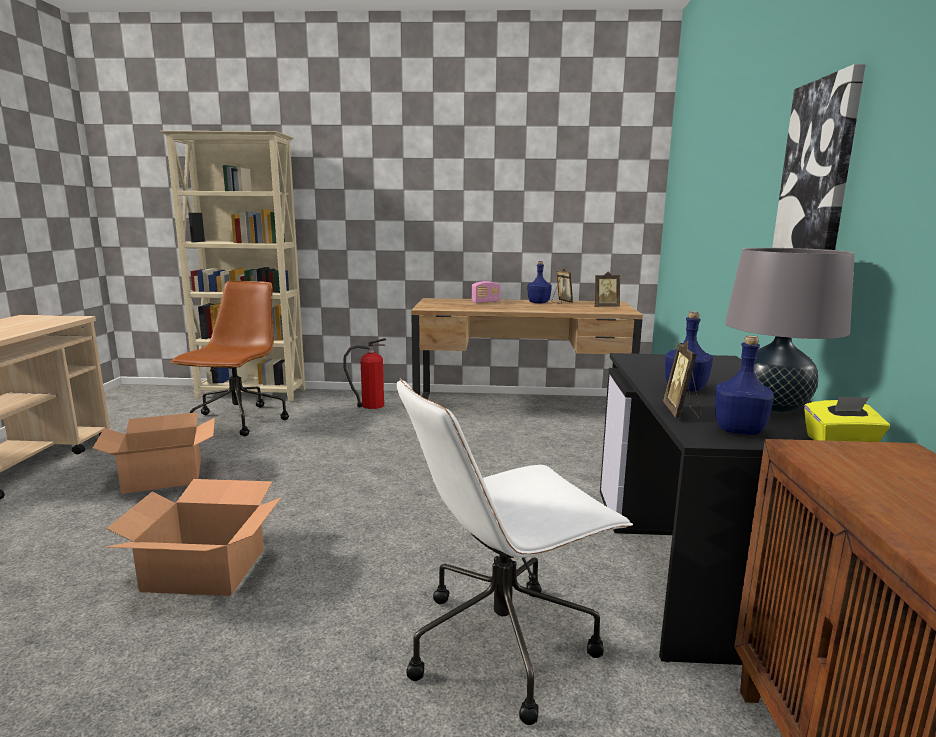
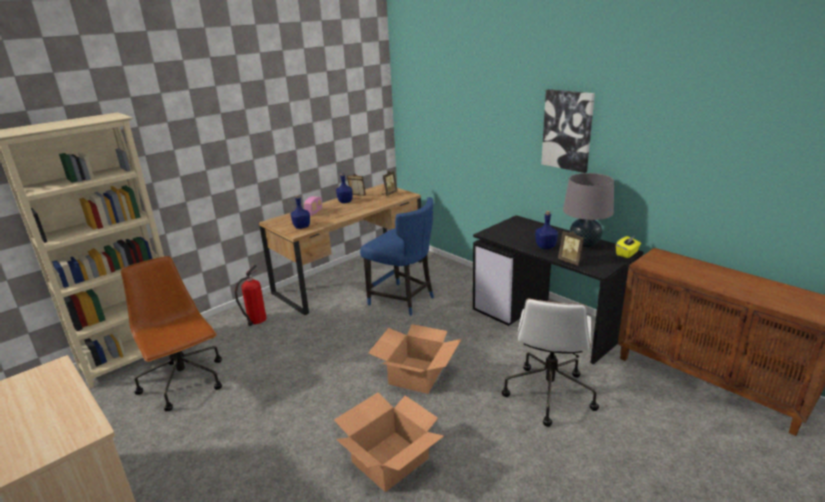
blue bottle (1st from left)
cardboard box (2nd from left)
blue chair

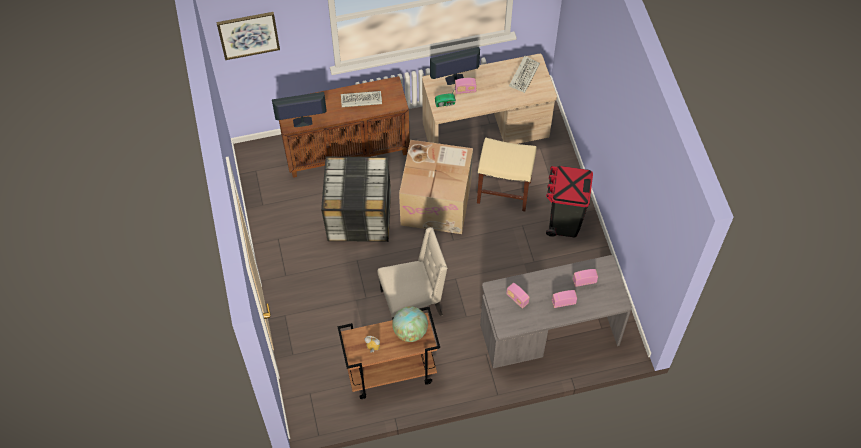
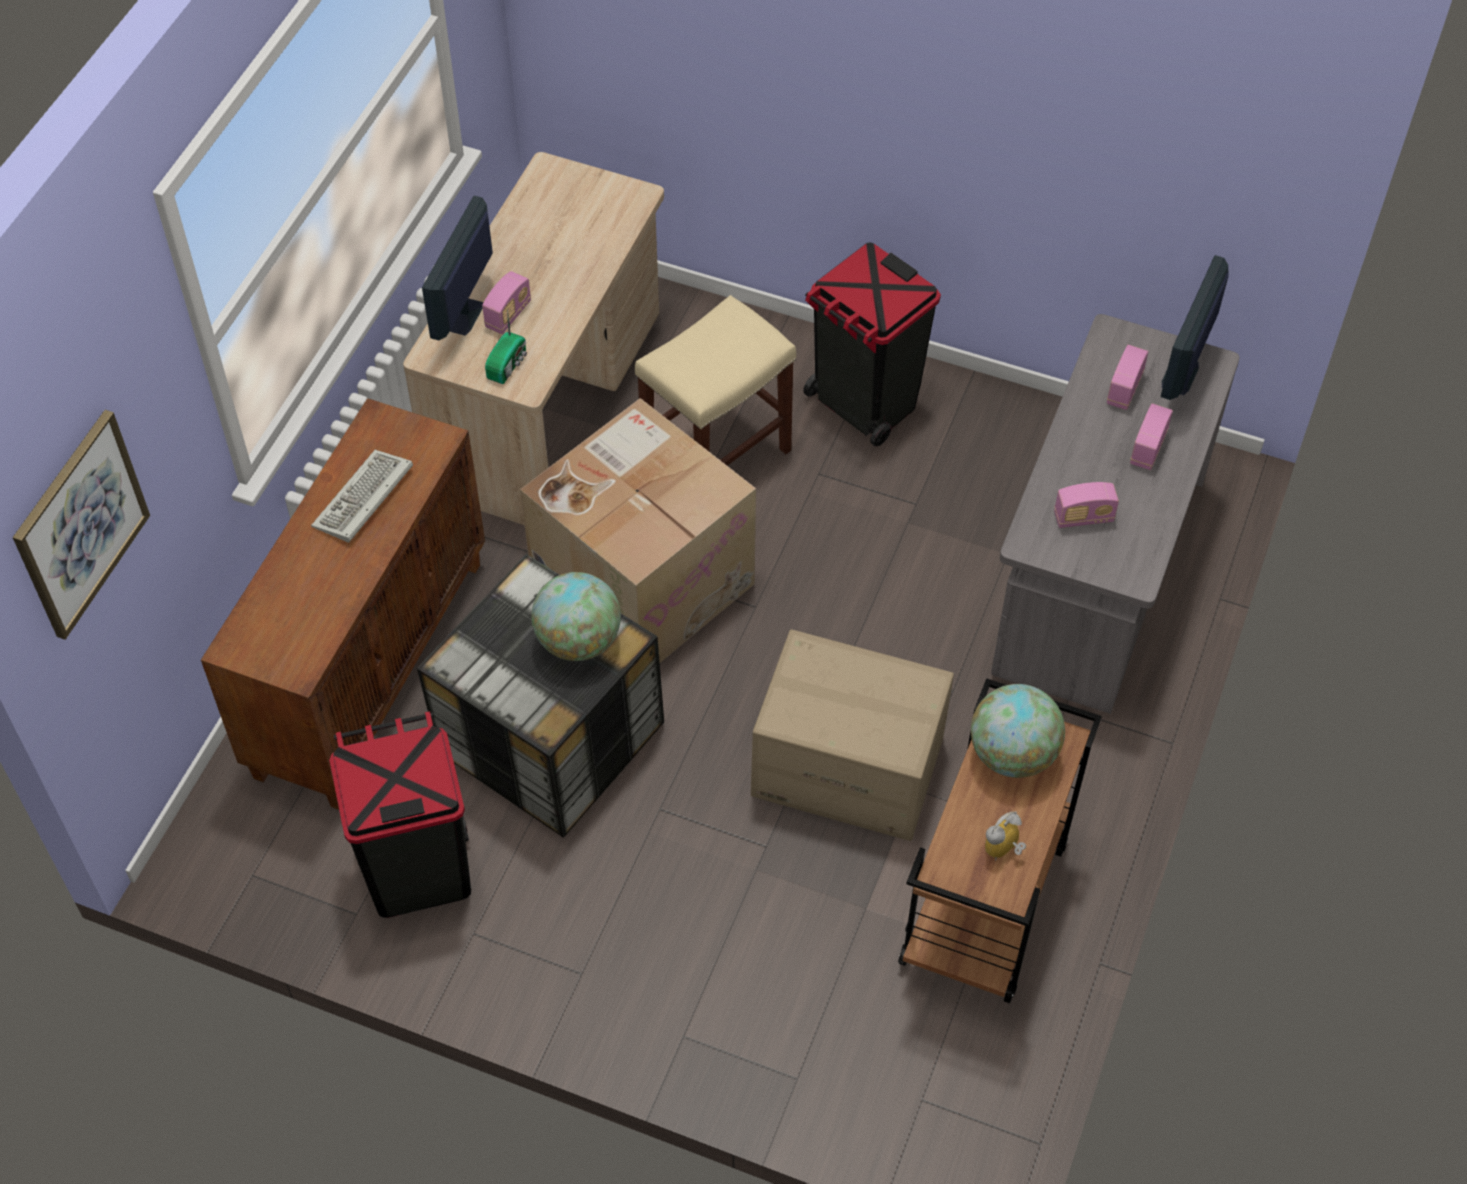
keyboard (2nd from left in the first image)
monitor (2nd from left)
cardboard box (2nd from left)
globe (1st from left)
black trash can (1st from left)

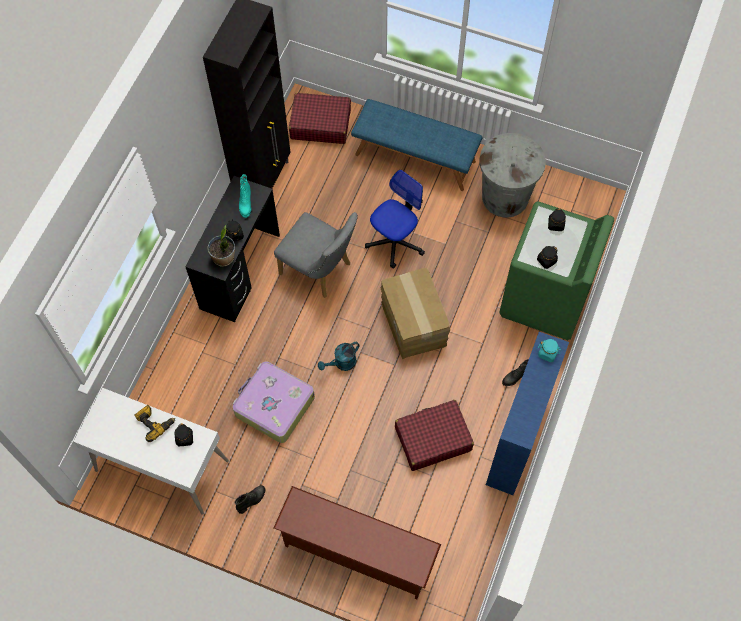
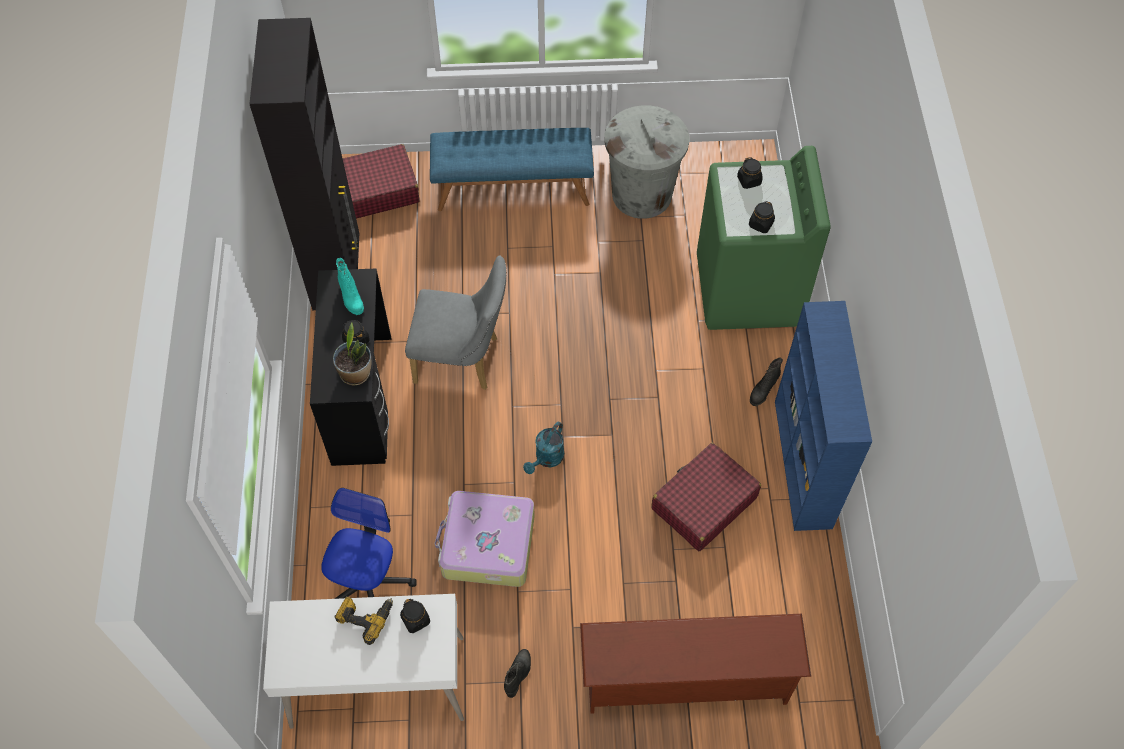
office chair
cardboard box
turquoise jar

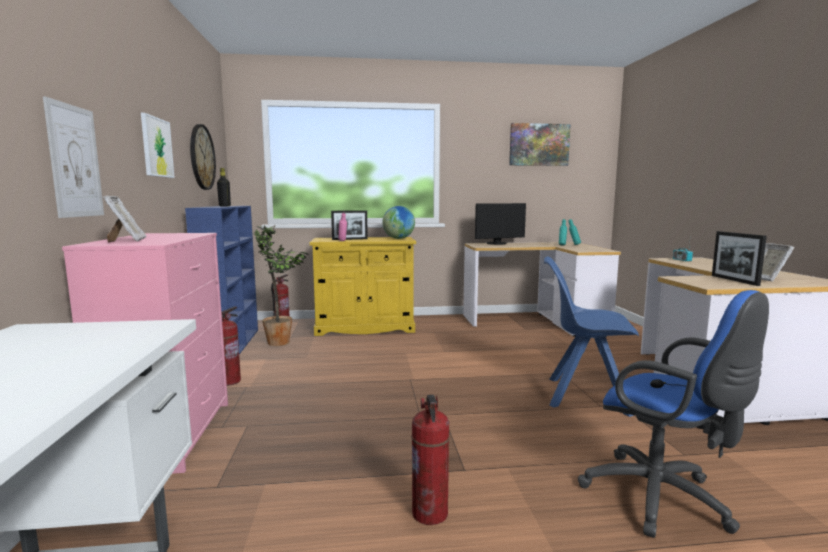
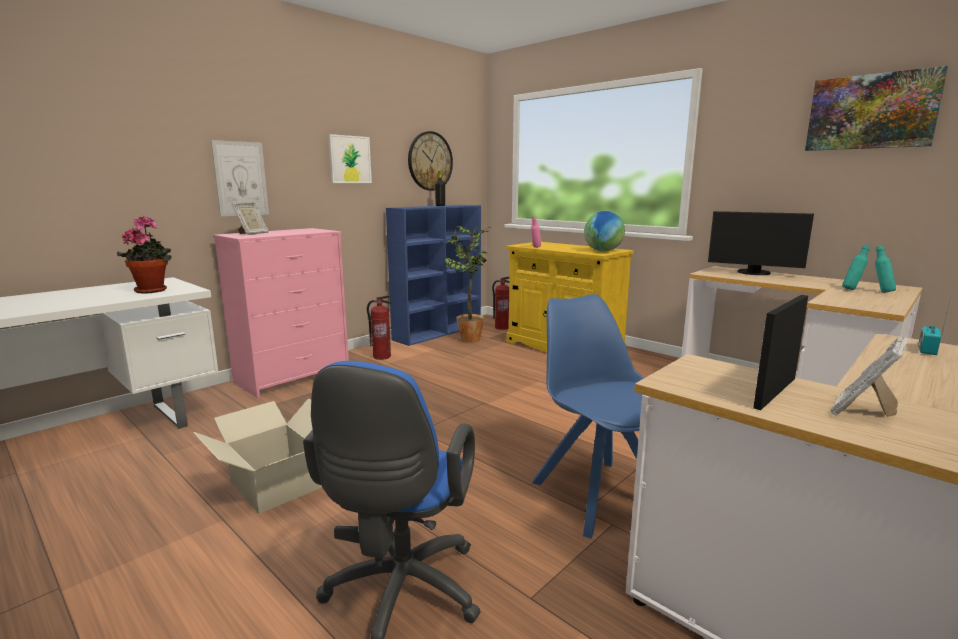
picture frame (2nd from left in the first image)
cardboard box
potted plant (1st from left)

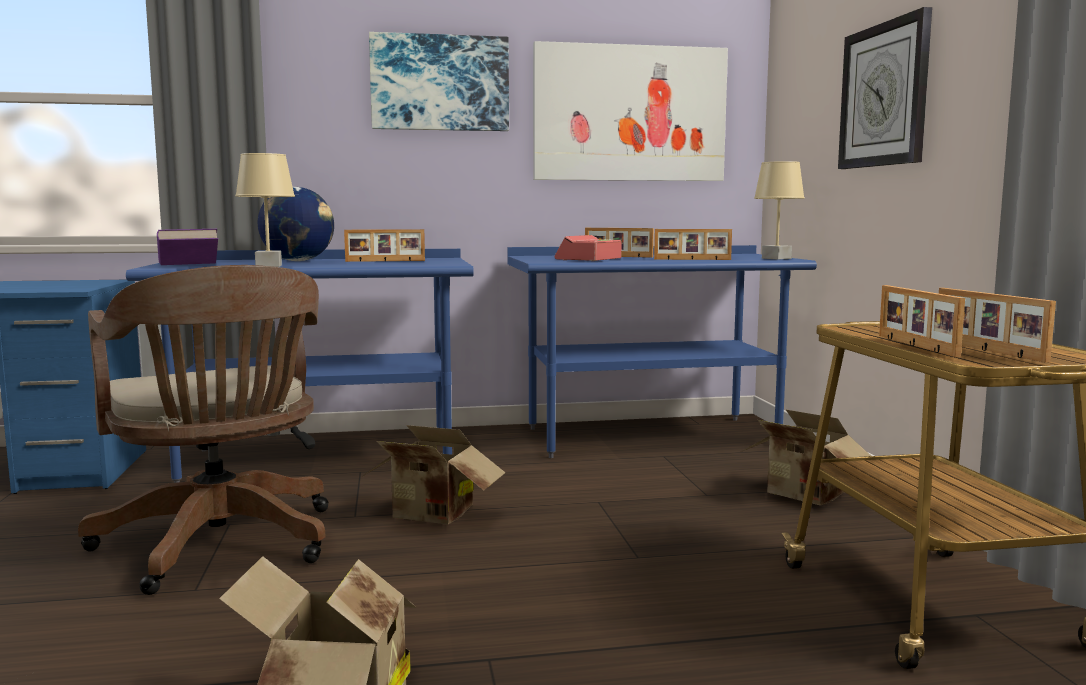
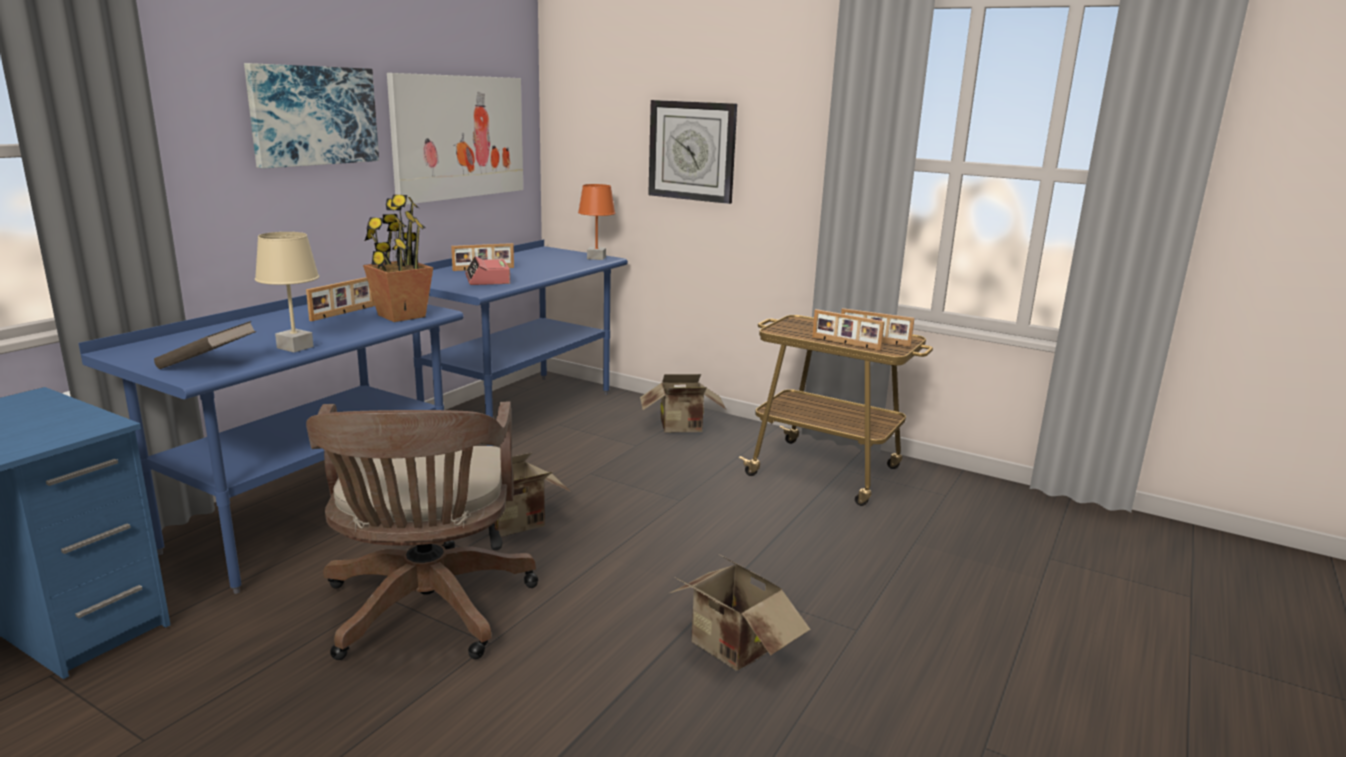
orange table lamp
globe
brown book
picture frame (3rd from left in the first image)
brown office chair
potted plant

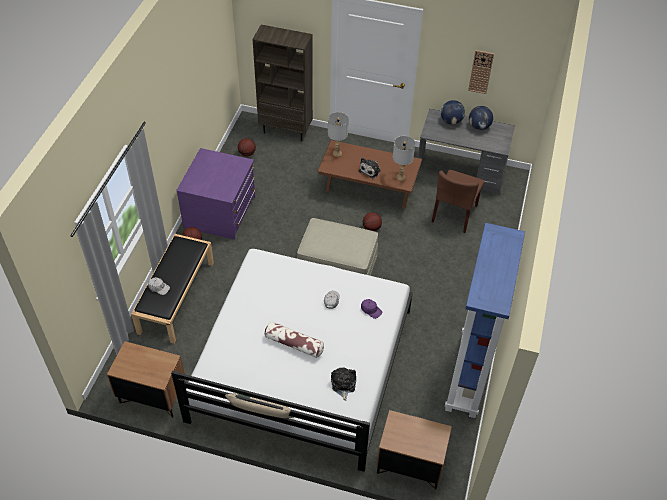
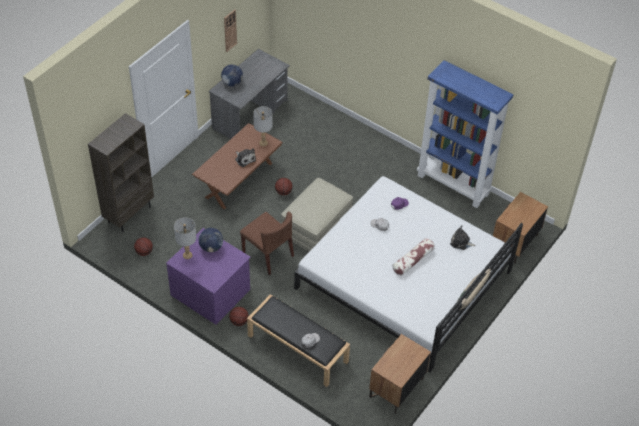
globe (1st from left)
grey table lamp (1st from left)
brown chair

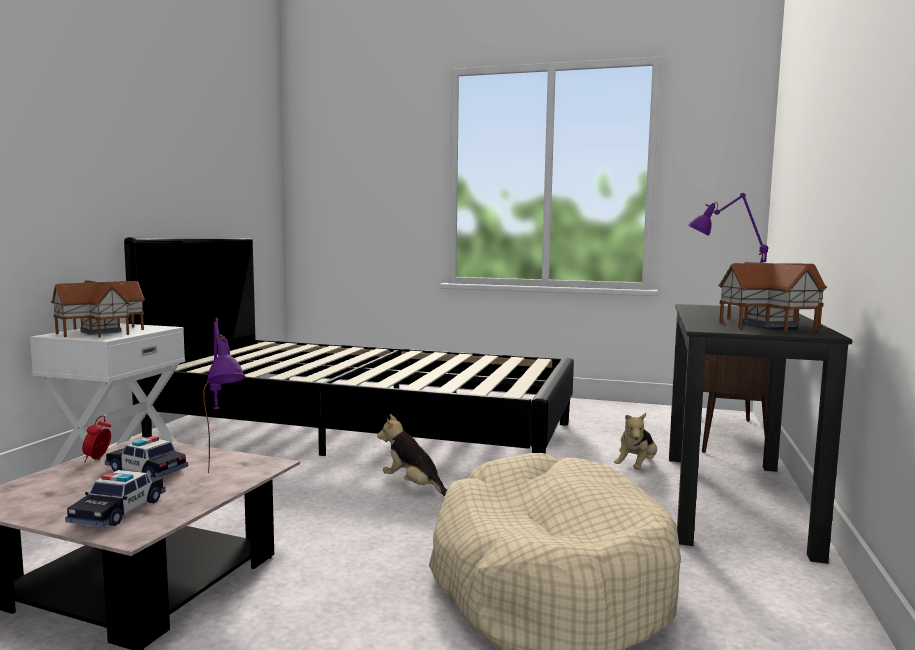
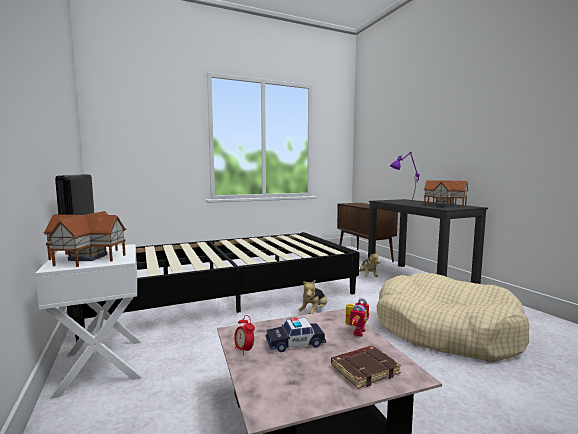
toy robot
plush toy (1st from left)
brown book

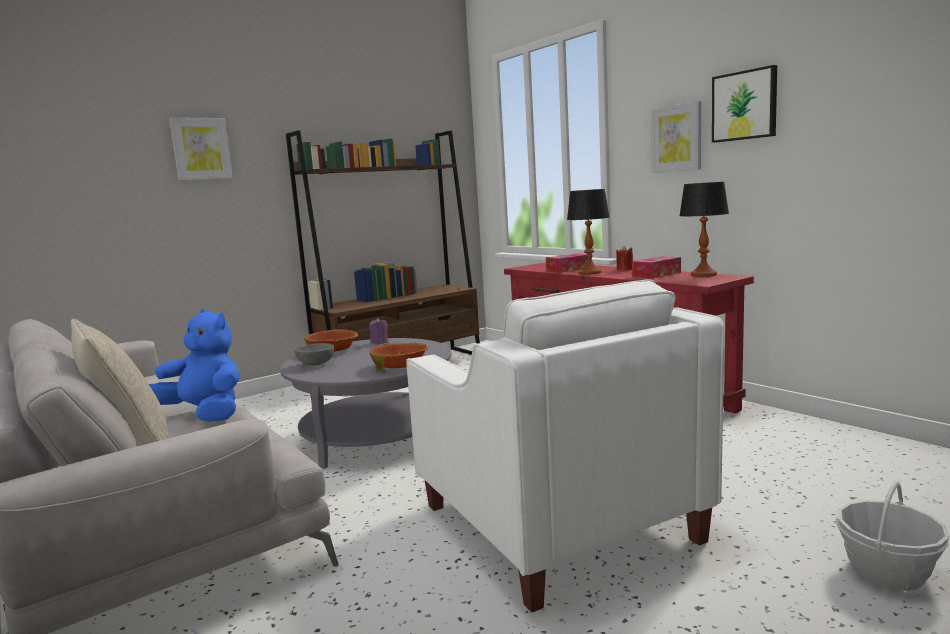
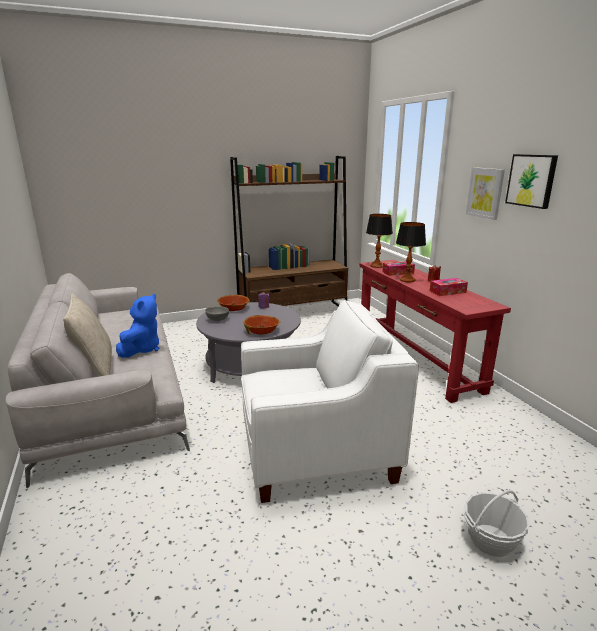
picture (1st from left in the first image)
table lamp (1st from left)
white armchair
blue plush toy

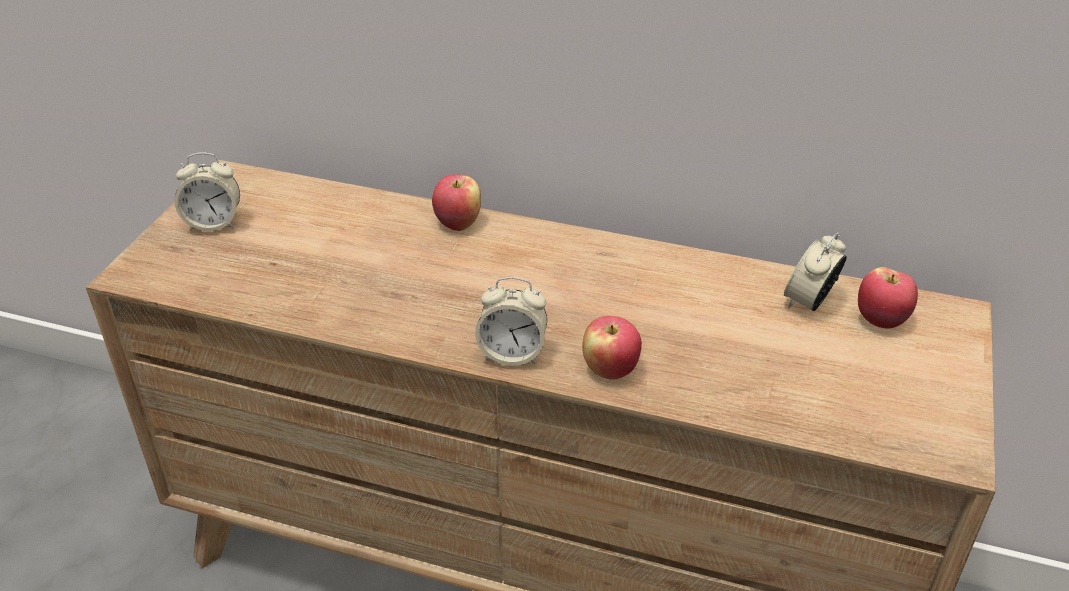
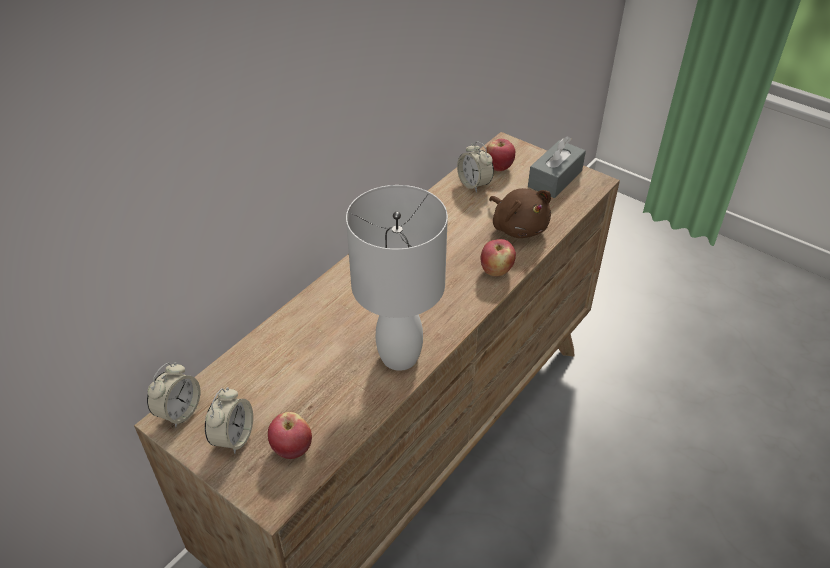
apple (1st from left)
alarm clock (1st from left)
grey tissue box
white table lamp
brown plush toy

